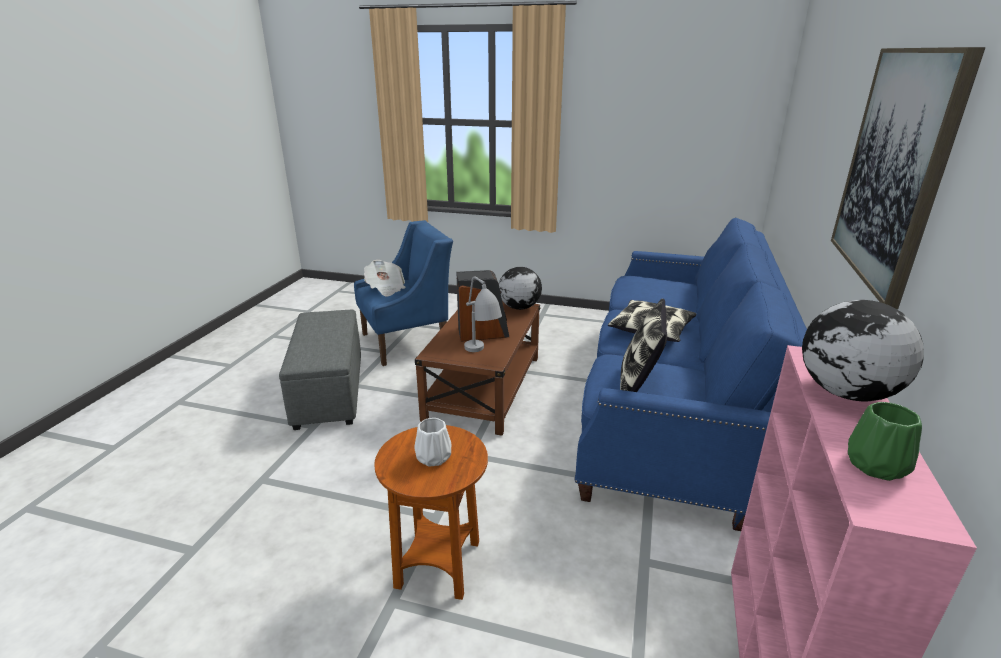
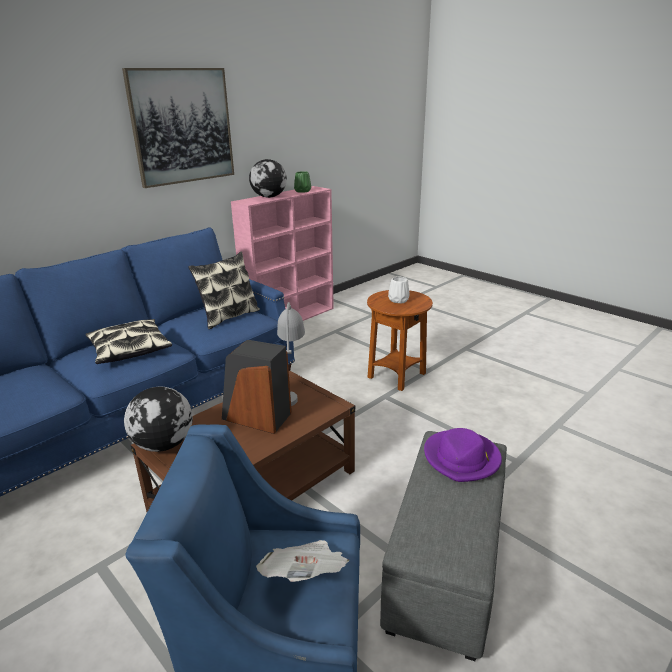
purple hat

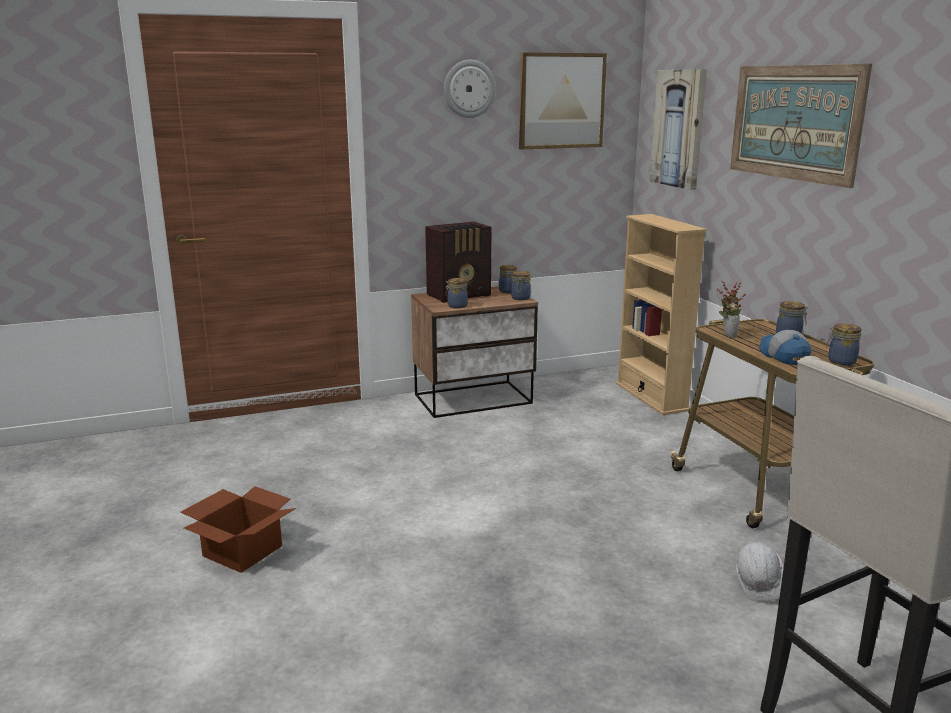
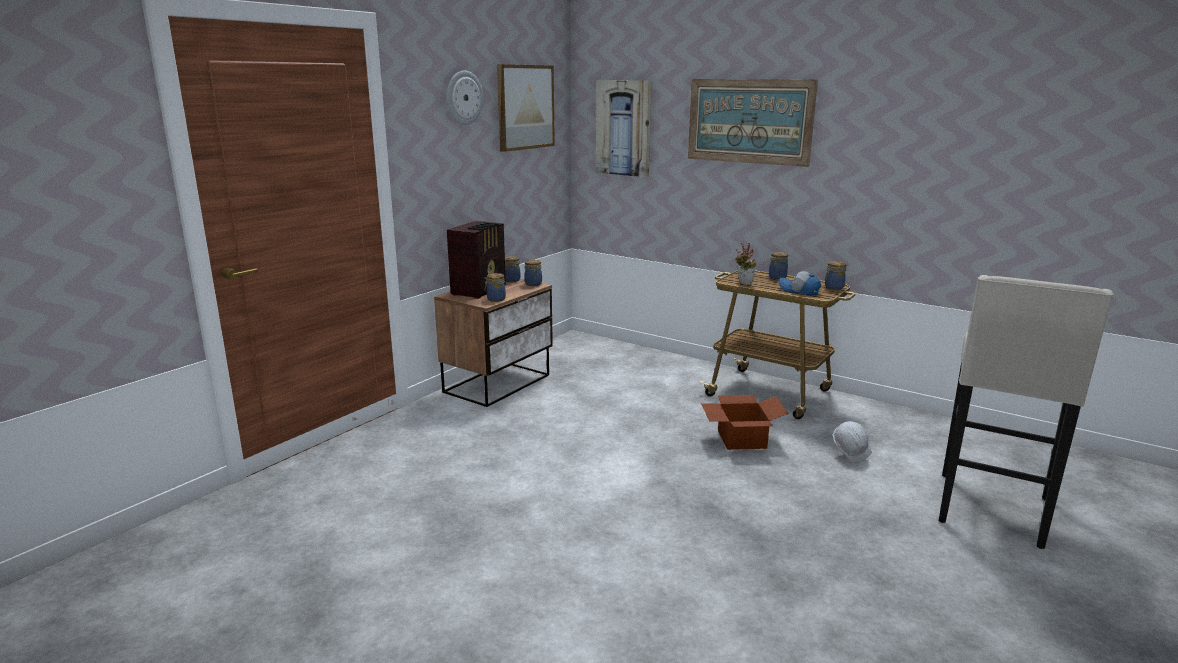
beige bookcase
cardboard box

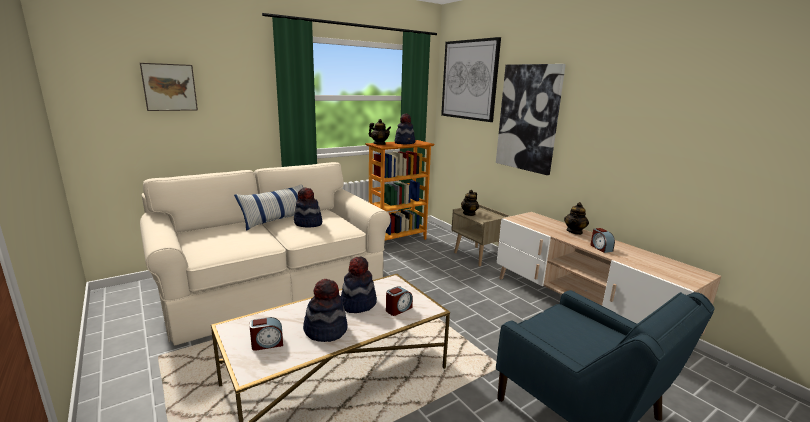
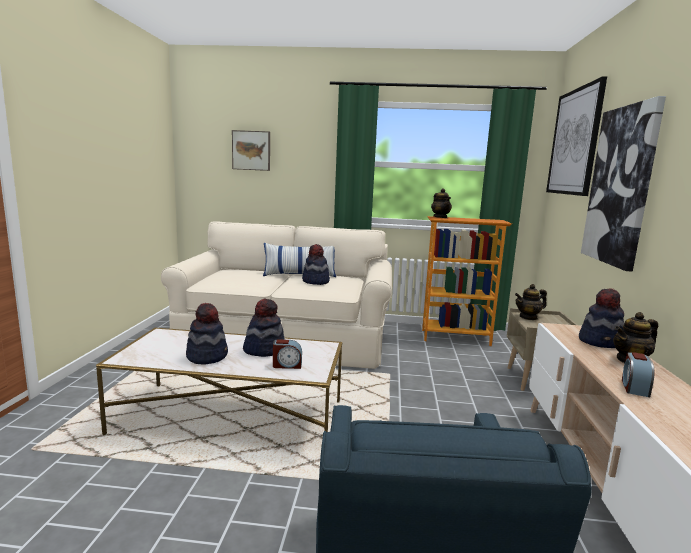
hat (4th from left)
alarm clock (1st from left in the first image)

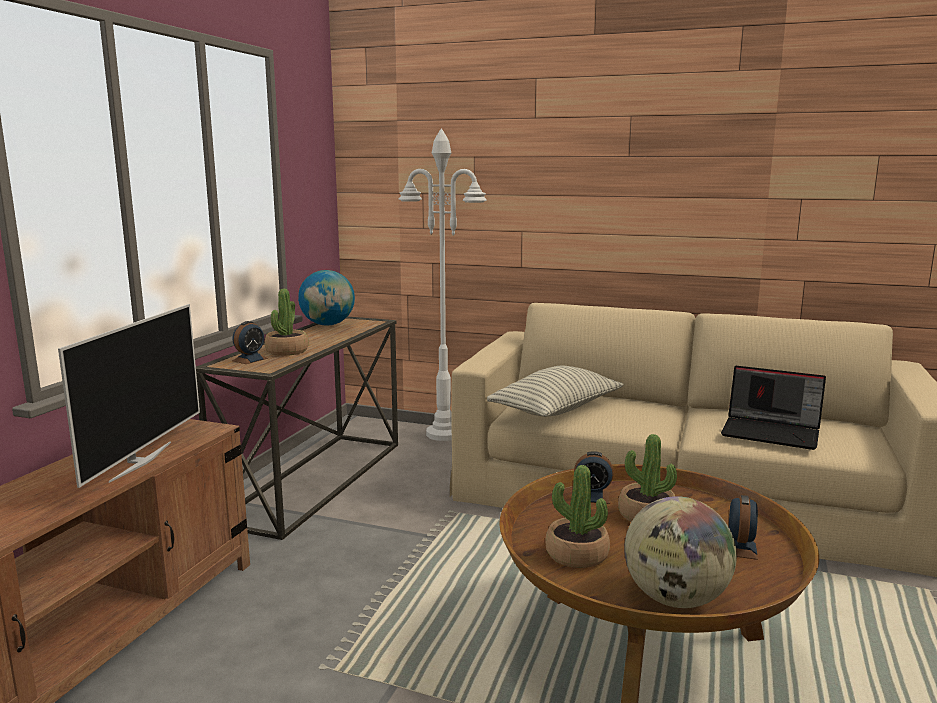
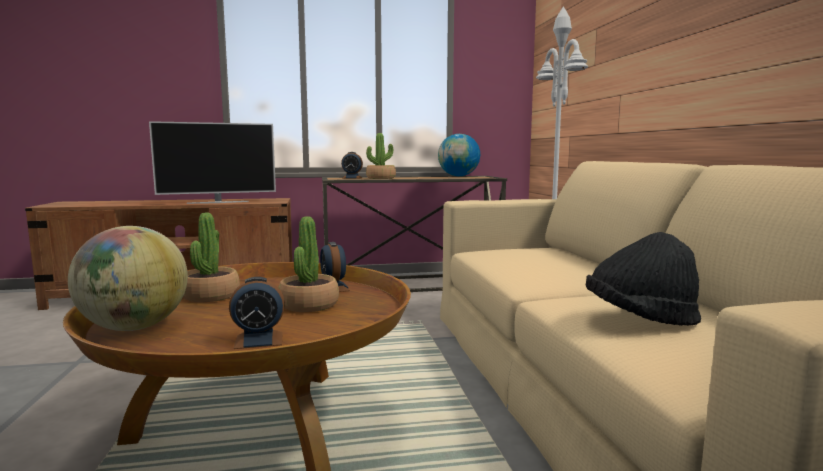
pillow
black hat

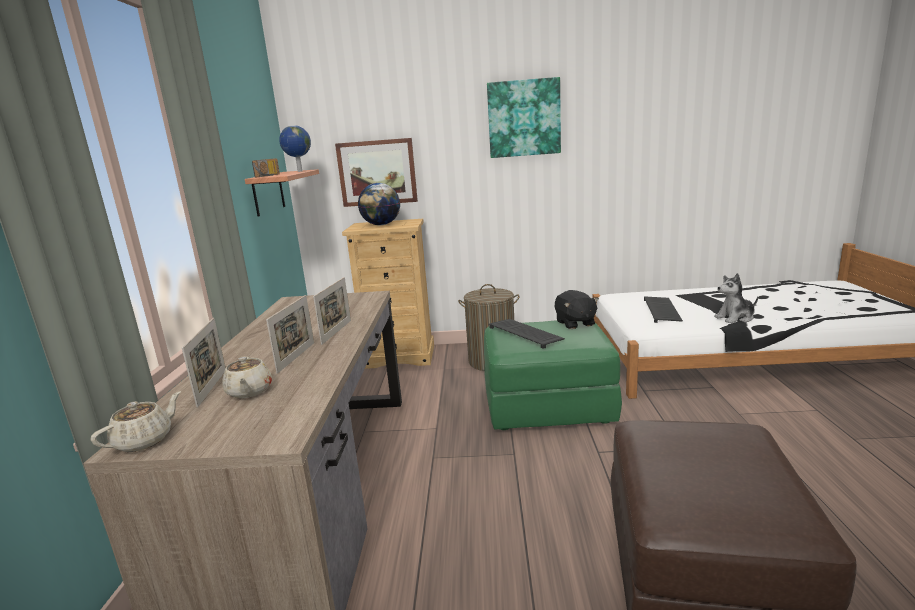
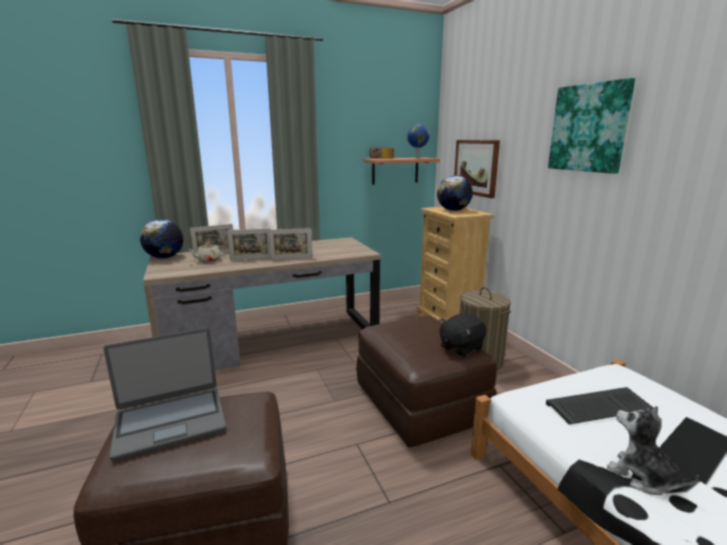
keyboard (1st from left in the first image)
brown ottoman (2nd from left)
globe (1st from left)
laptop

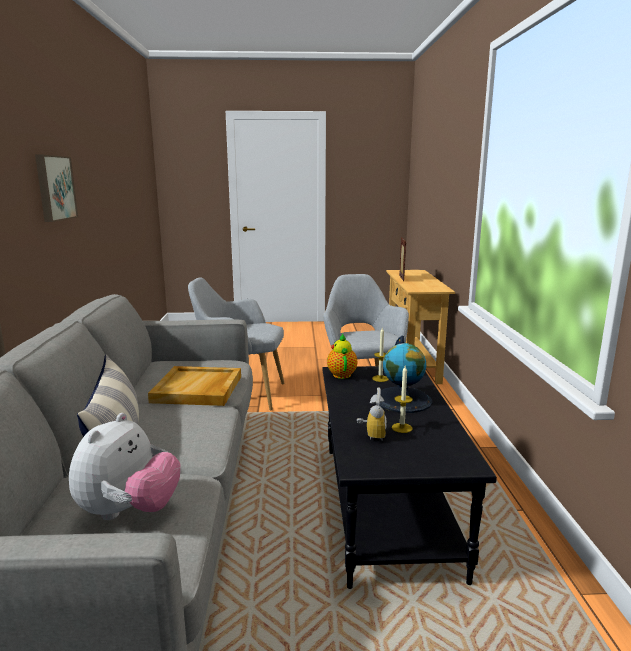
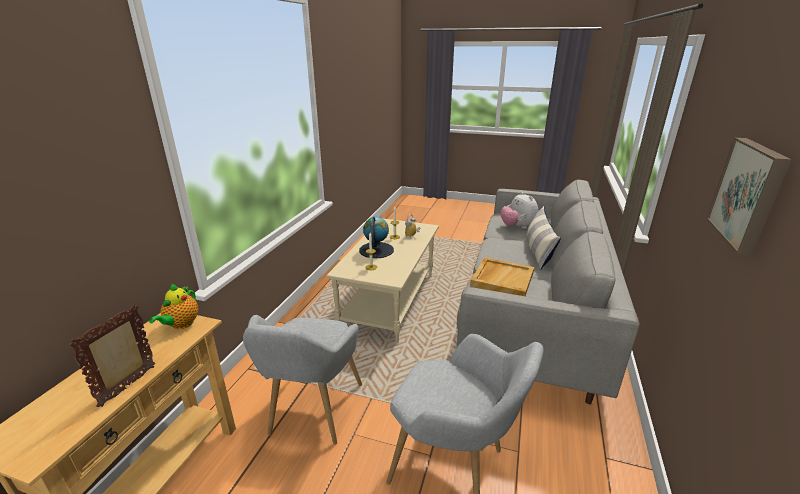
teapot
beige coffee table
plush toy

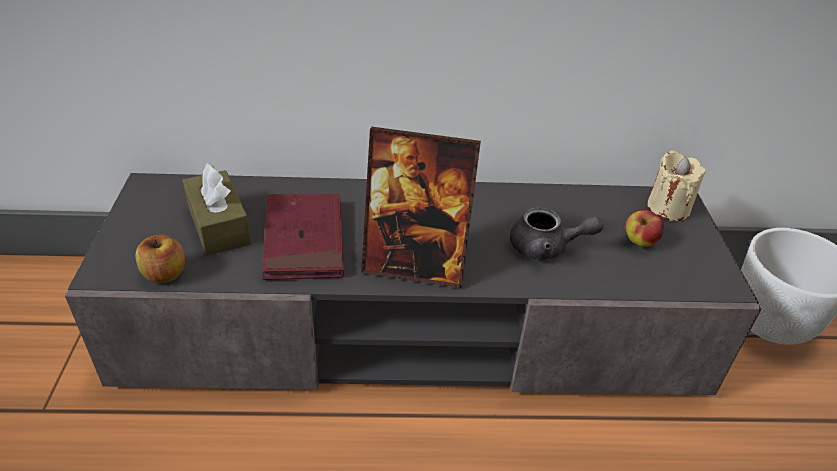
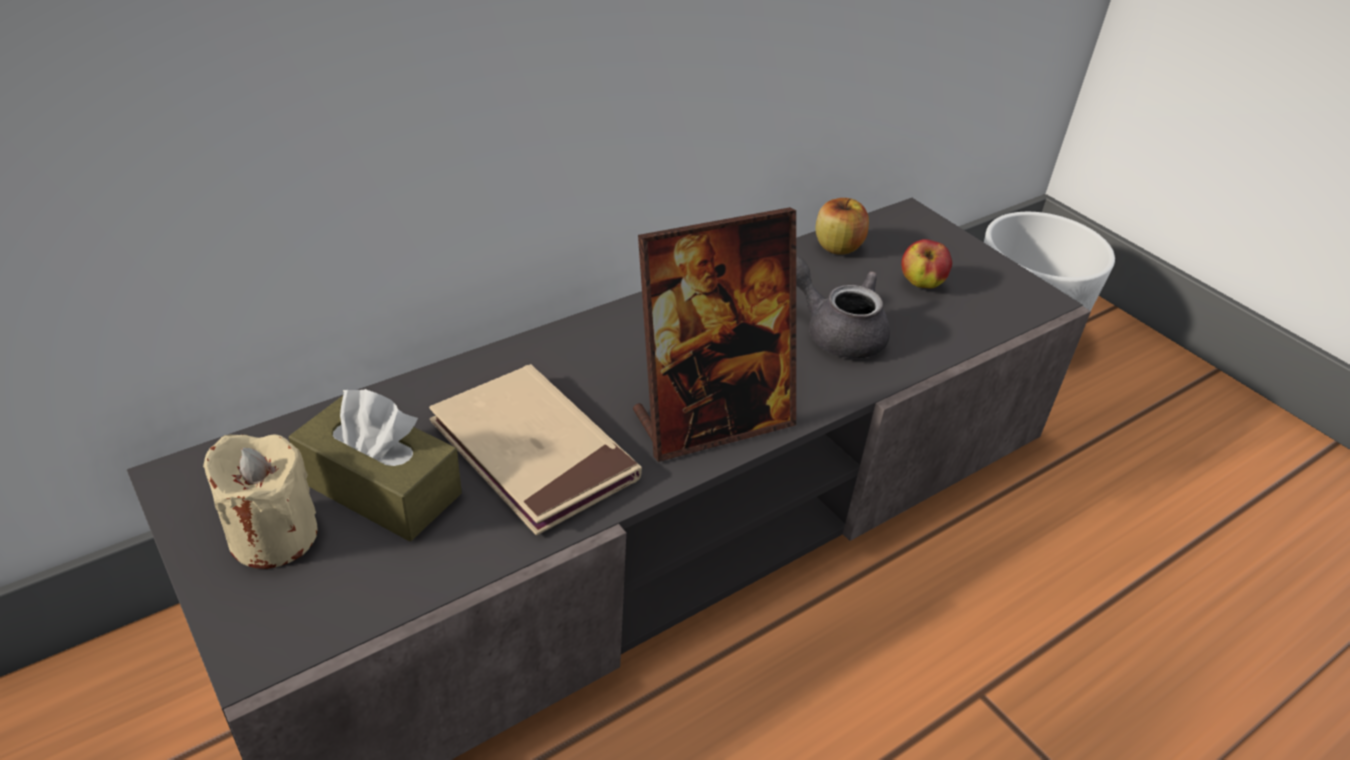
beige candle
beige book
grey teapot
apple (1st from left)

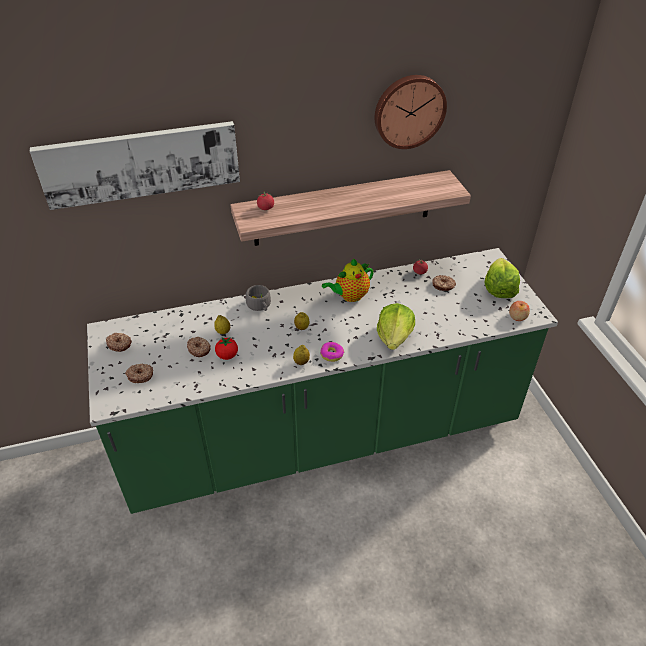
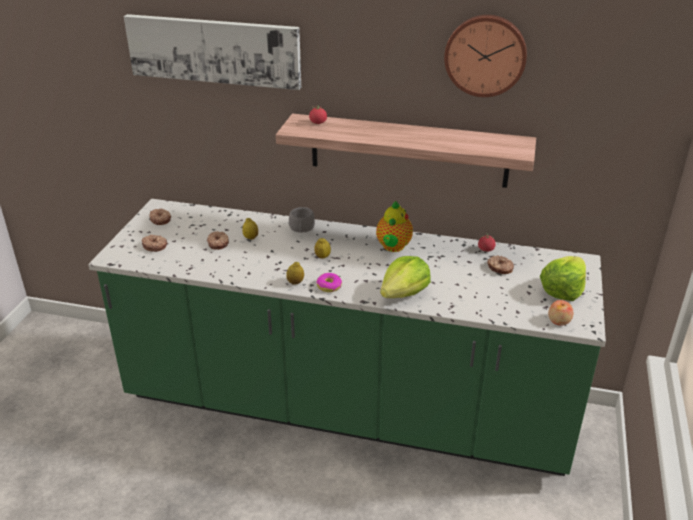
teapot
tomato (1st from left in the first image)

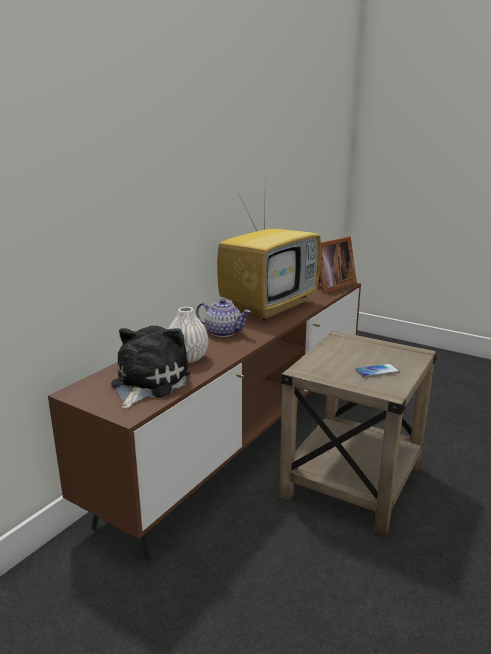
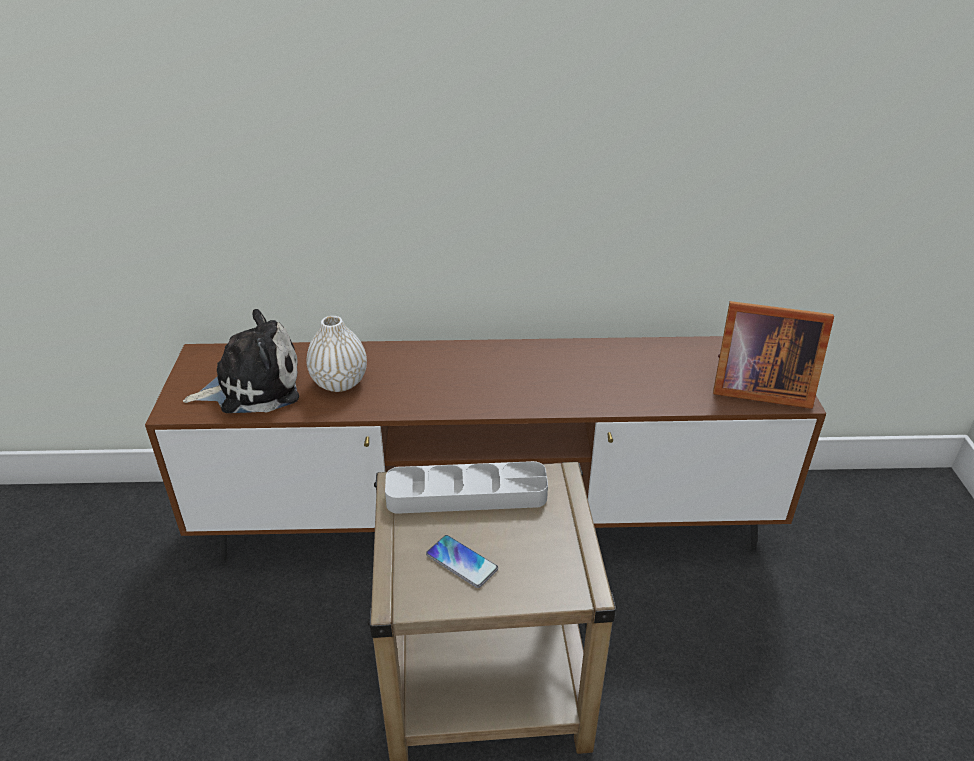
television
teapot
grey tray

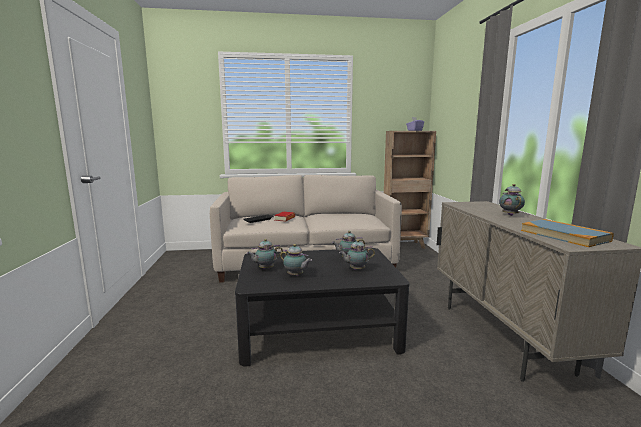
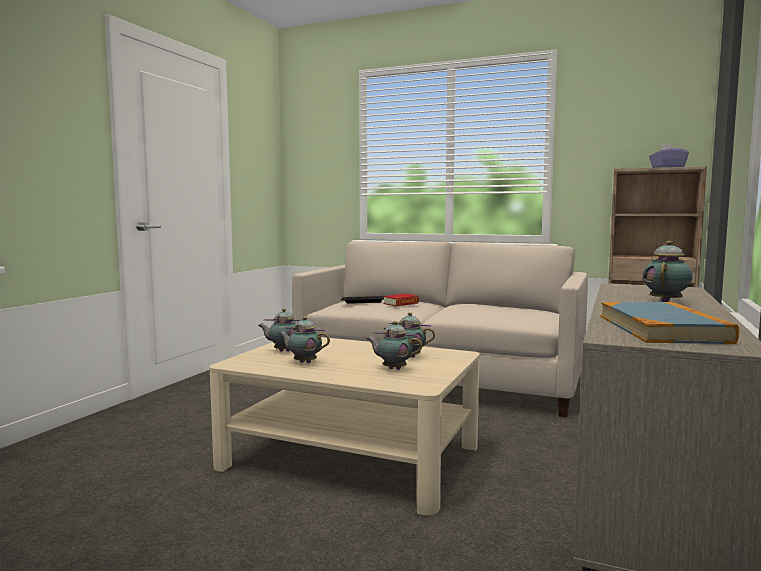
teapot (2nd from left)
beige coffee table

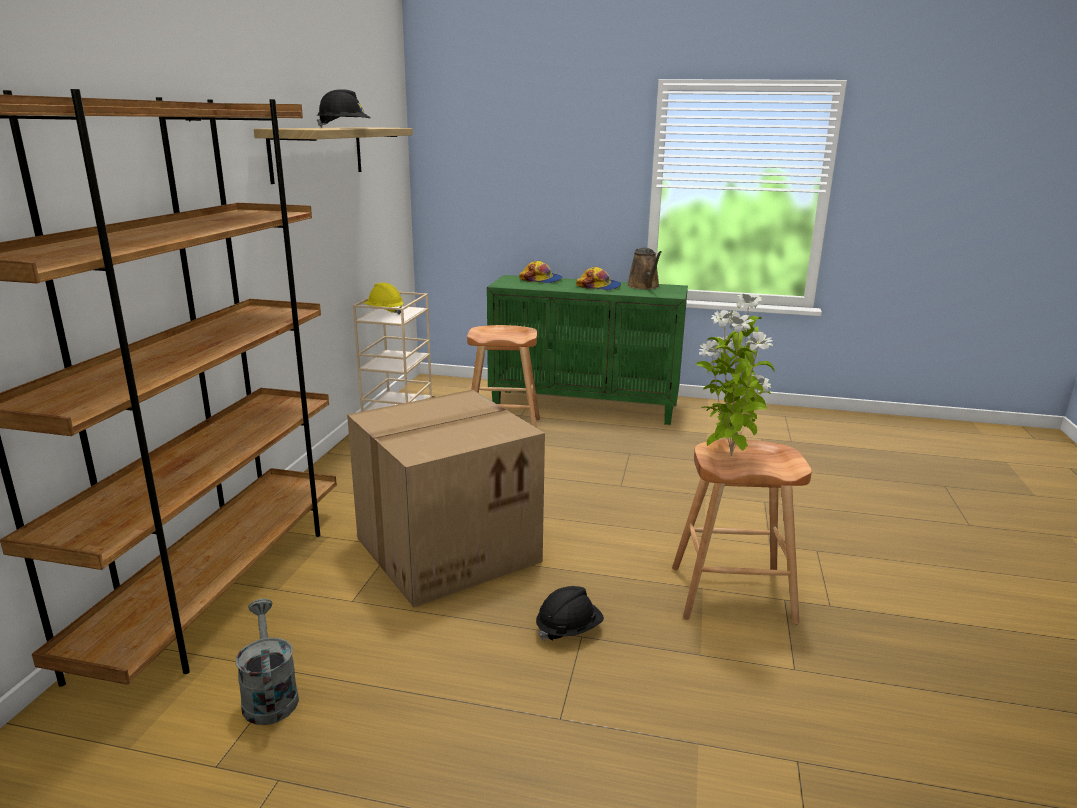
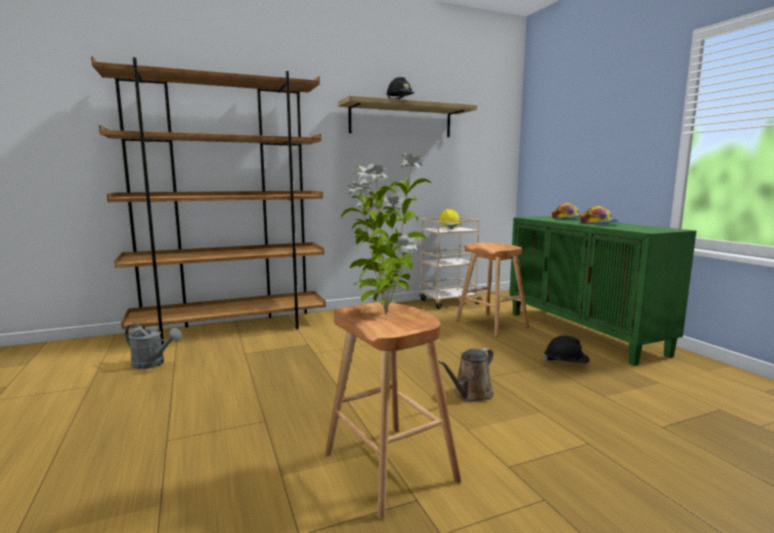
brown watering can
cardboard box
black hard hat (2nd from left)
grey watering can

